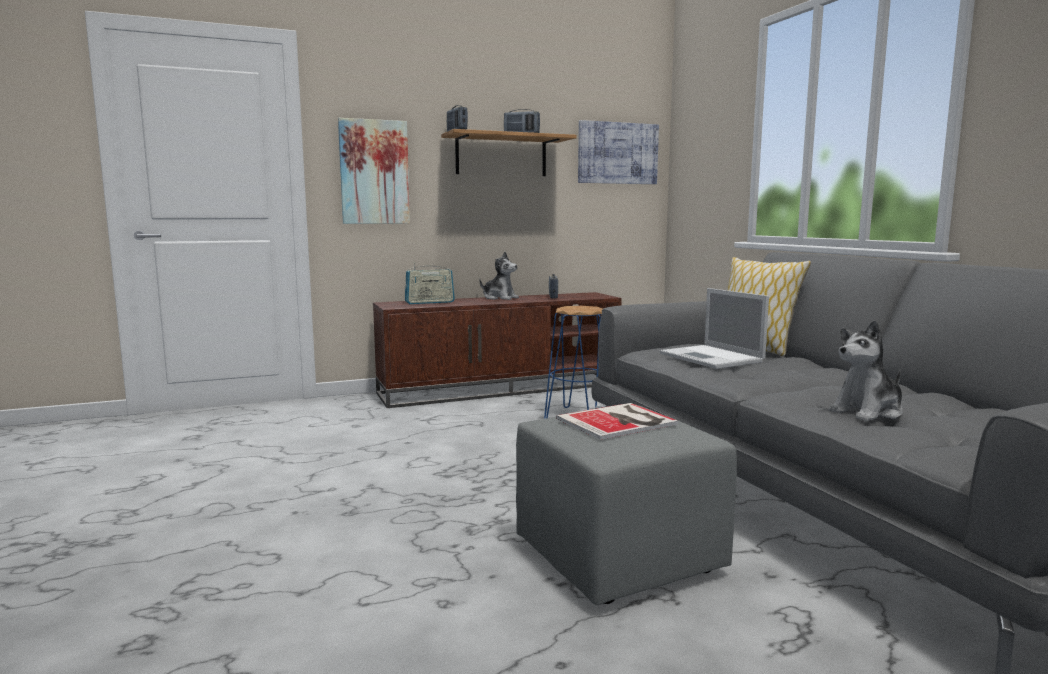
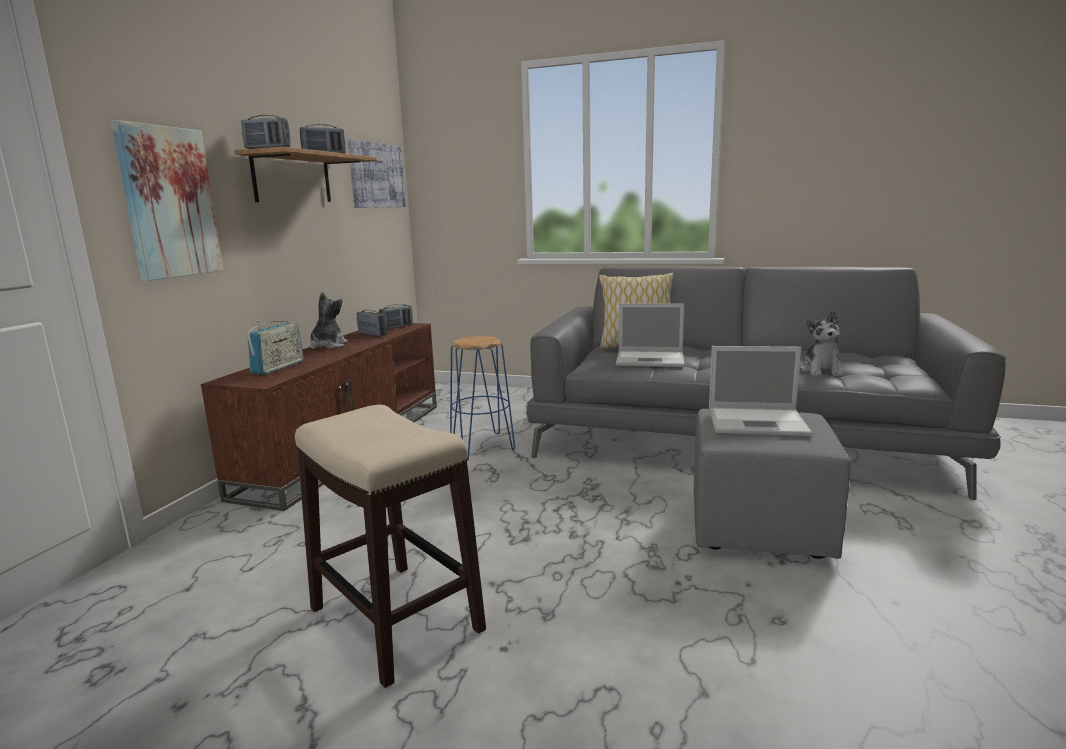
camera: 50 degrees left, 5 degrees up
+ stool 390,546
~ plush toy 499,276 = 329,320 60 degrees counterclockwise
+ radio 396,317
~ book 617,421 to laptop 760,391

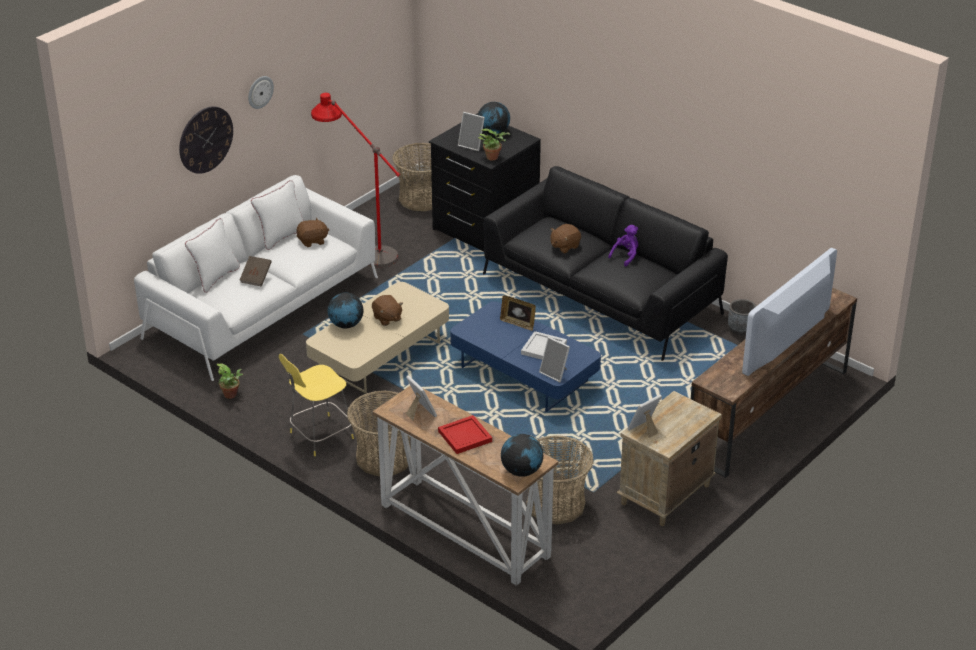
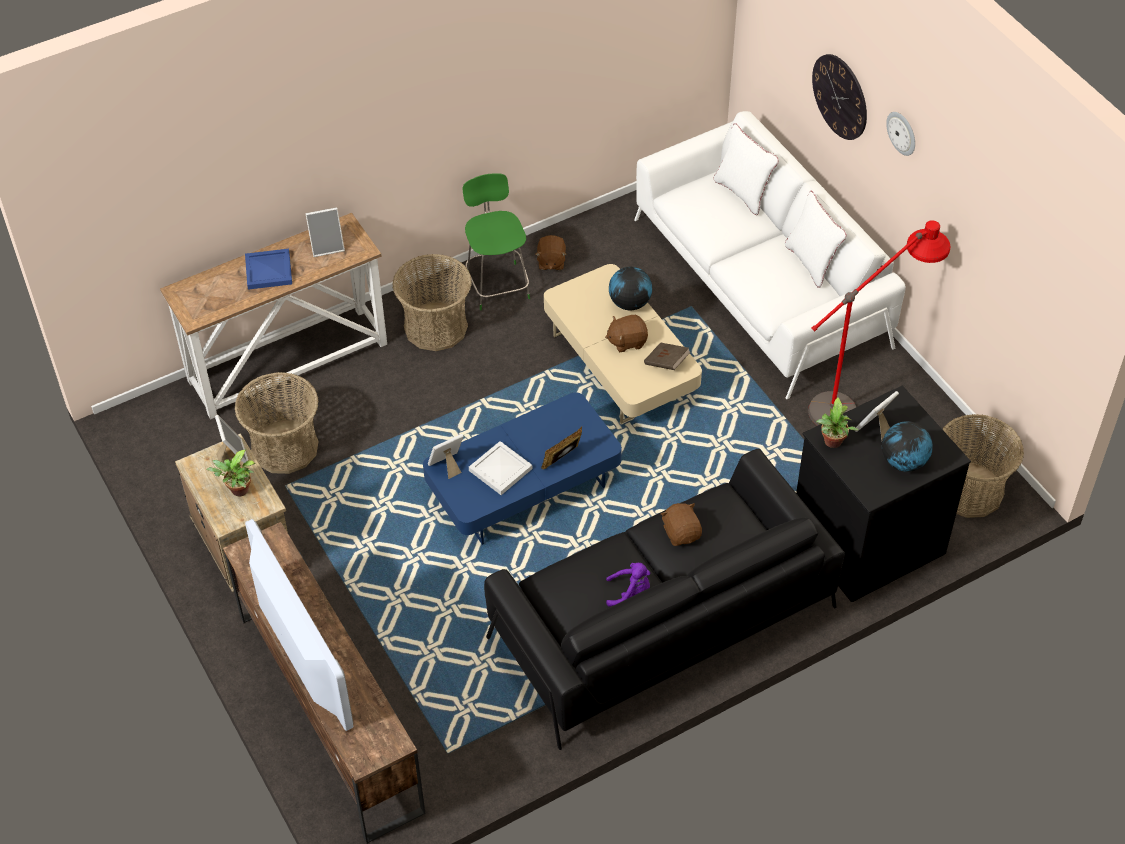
camera: 110 degrees right, 15 degrees up
~ potted plant 229,381 to 231,473
~ tray (red) 465,434 to tray (blue) 268,269
~ stool (yellow) 316,405 to stool (green) 496,241
~ plush toy (brown) 313,232 to 551,252
~ plush toy (purple) 623,246 = 628,585 60 degrees counterclockwise
~ book (brown) 256,271 to 667,356
- globe 522,455
- planter (grey) 742,317

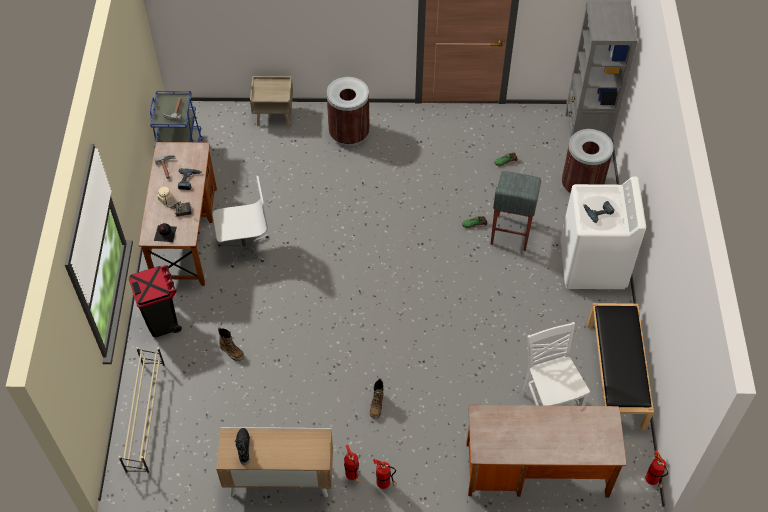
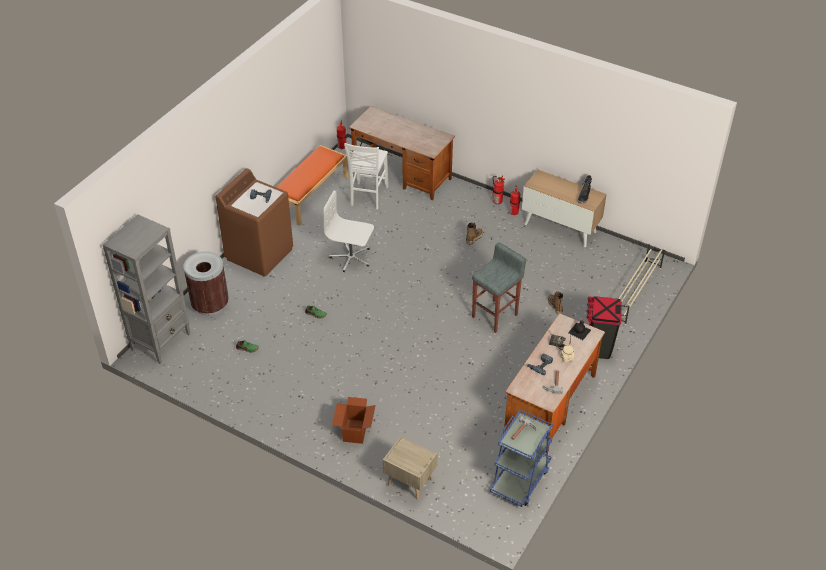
camera: 150 degrees left, 10 degrees down
~ washing machine (white) 603,233 to washing machine (brown) 254,222
~ bench (black) 620,366 to bench (orange) 312,185
~ office chair (white) 241,222 to 349,231
~ trash can (brown) 348,112 to cardboard box 354,420
~ stool (grey) 516,211 to 499,287

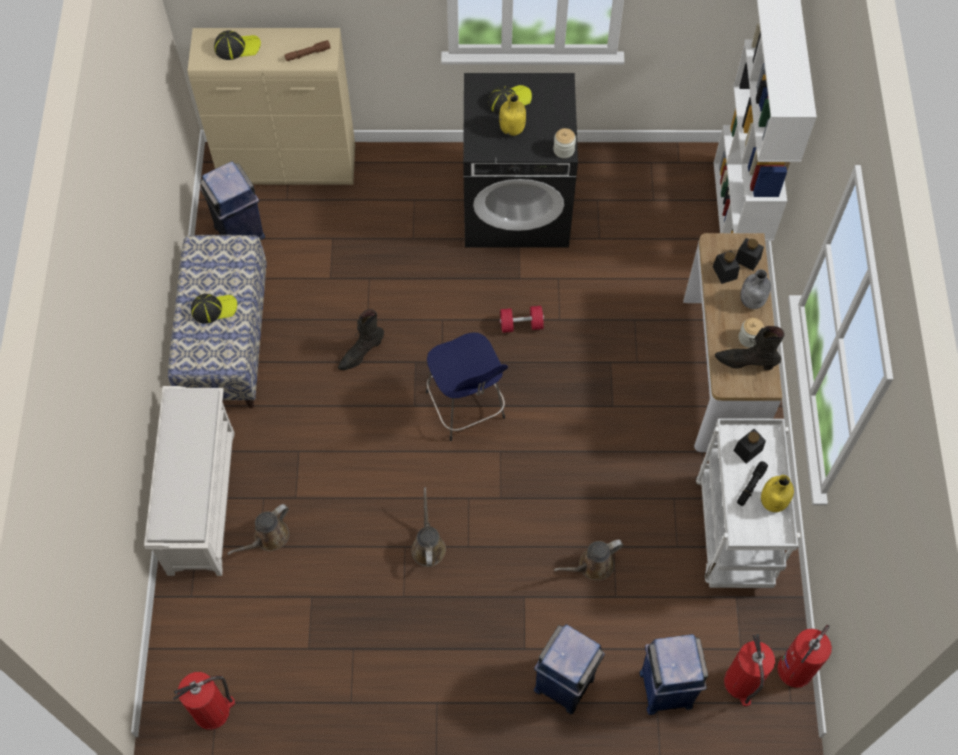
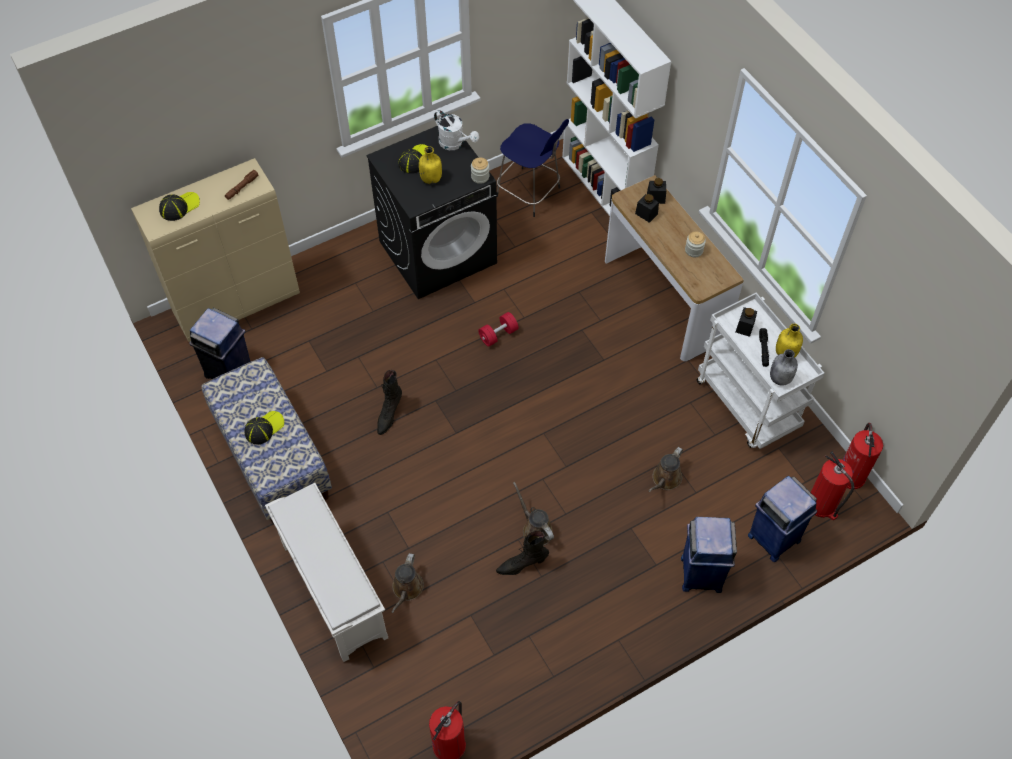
camera: 30 degrees left, 5 degrees down
+ watering can (white) 456,130
~ stool (blue) 467,386 to 532,168
~ boot (black) 749,348 to 522,552
~ bottle (grey) 755,289 to 784,367

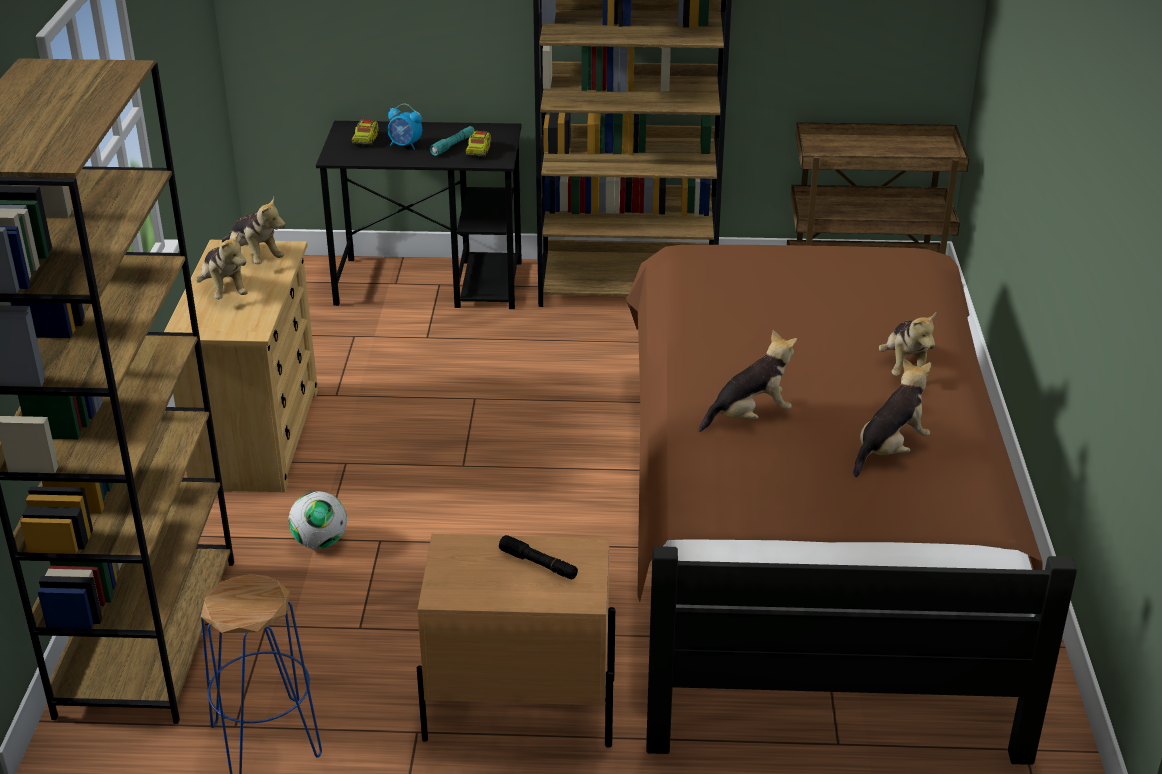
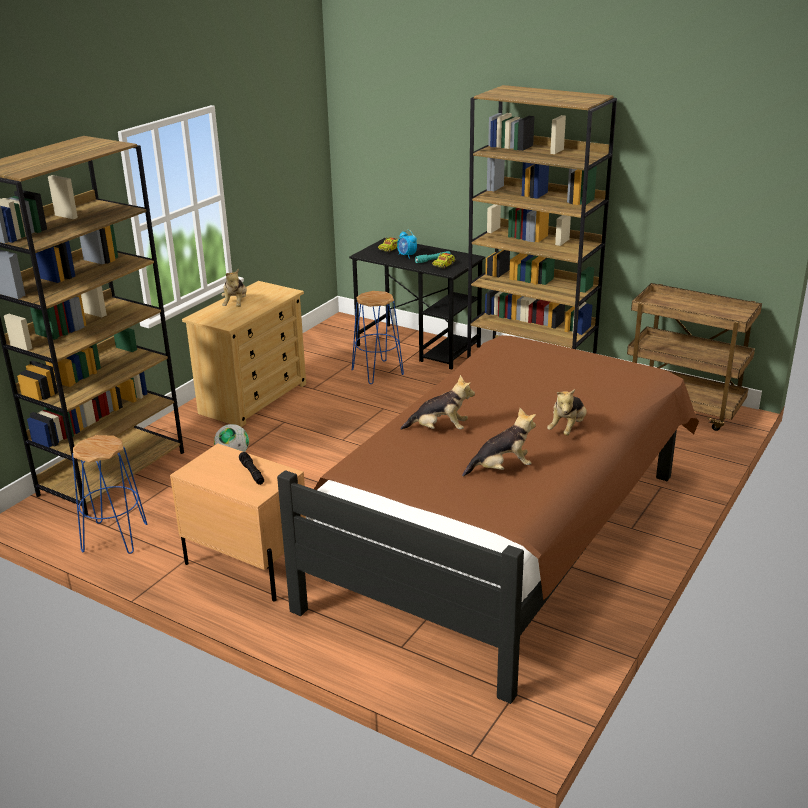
camera: 30 degrees right, 5 degrees down
+ stool (blue) 378,337
- plush toy 253,230

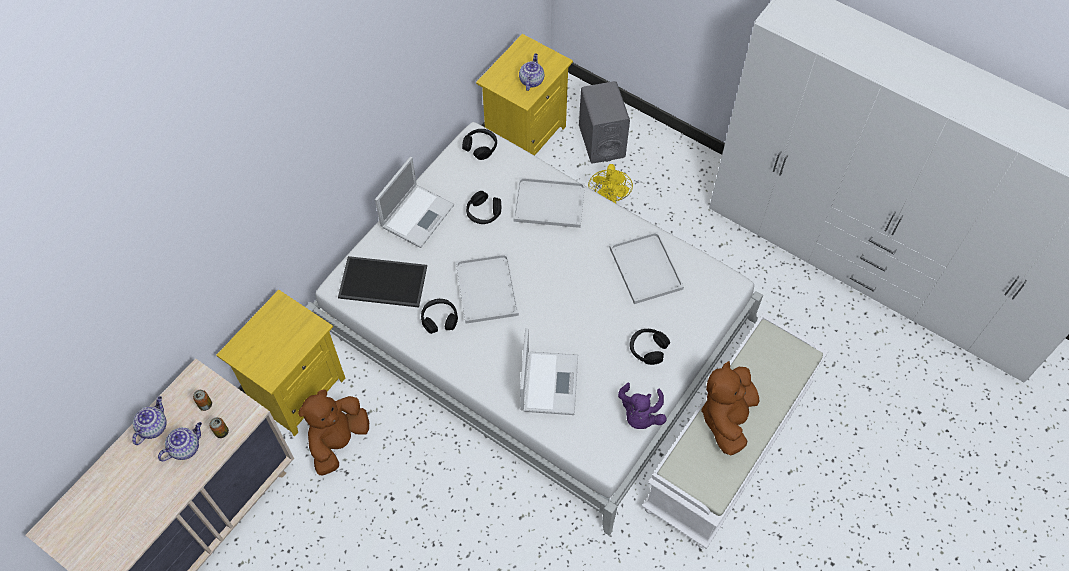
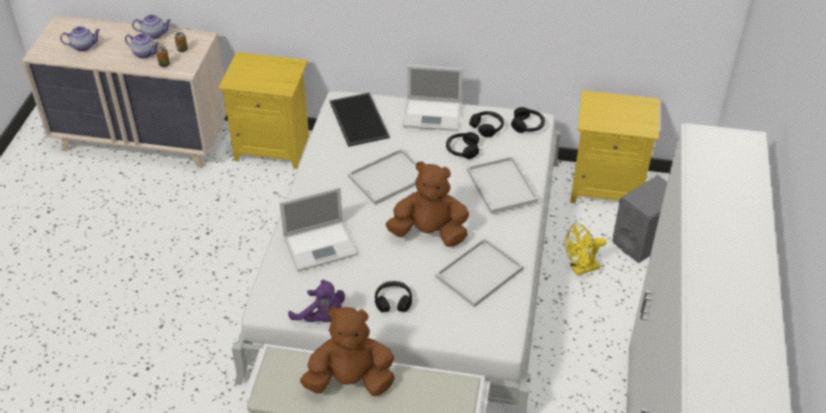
camera: 65 degrees right, 15 degrees down
~ teapot 531,72 to 80,38
~ plush toy (purple) 642,406 = 316,301 135 degrees counterclockwise
~ plush toy (brown) 333,432 to 427,204
~ headphones (black) 439,316 to 486,124

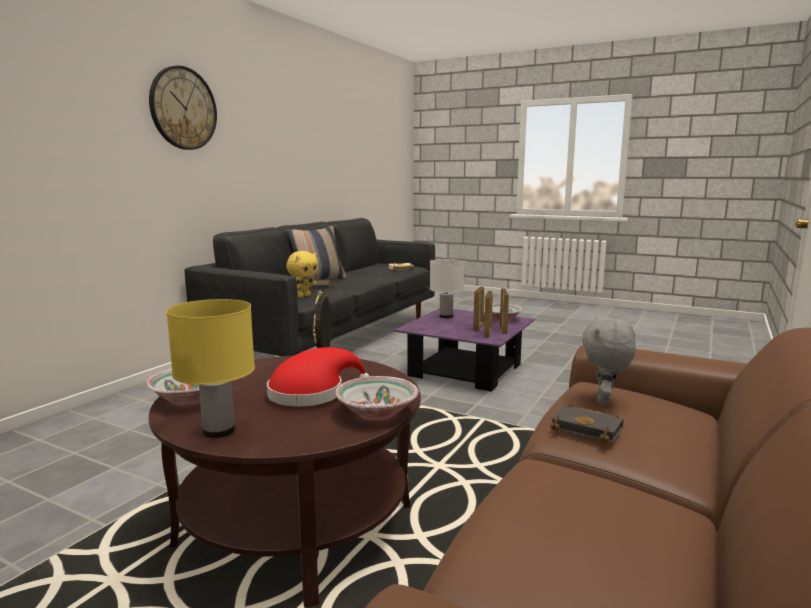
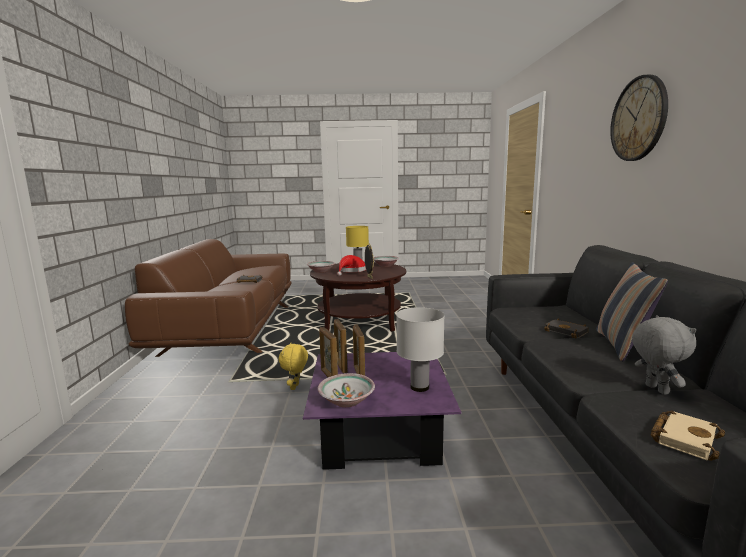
camera: 150 degrees right, 0 degrees up
~ plush toy (yellow) 302,274 to 293,366
~ plush toy (grey) 609,361 to 664,355

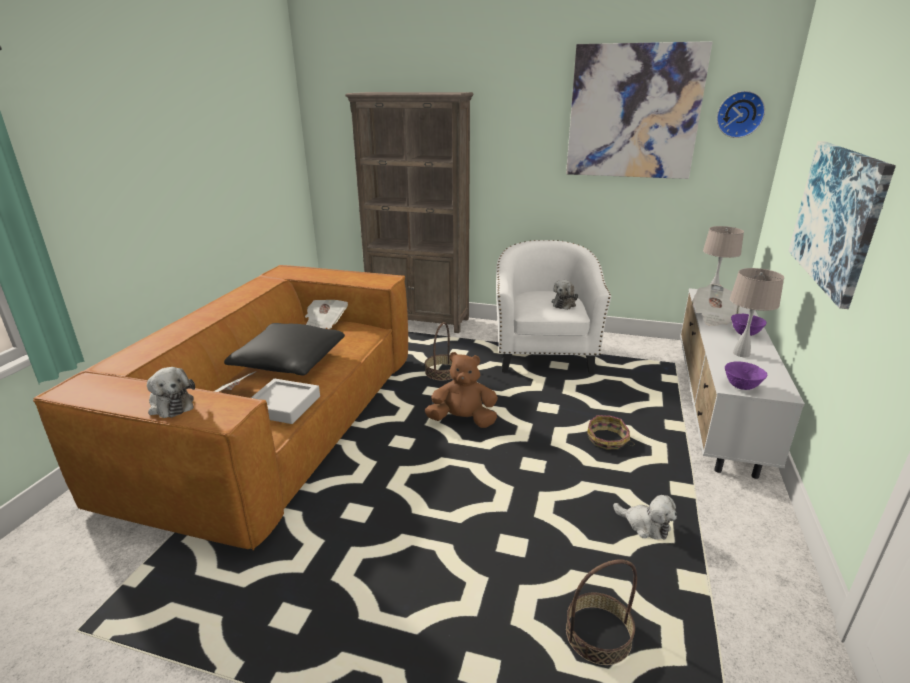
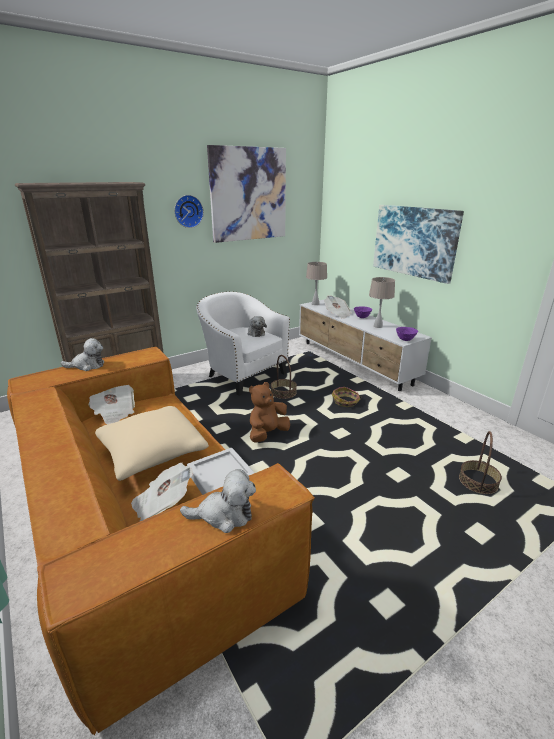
camera: 50 degrees left, 0 degrees up
~ plush toy 645,517 to 82,354
~ pillow (black) 284,349 to pillow (beige) 152,443
~ wall clock 741,114 to 189,211
~ basket 438,351 to 284,377

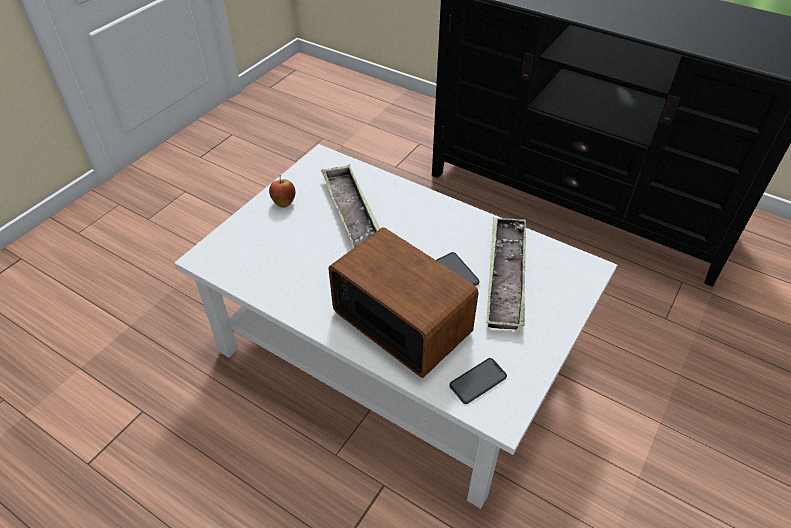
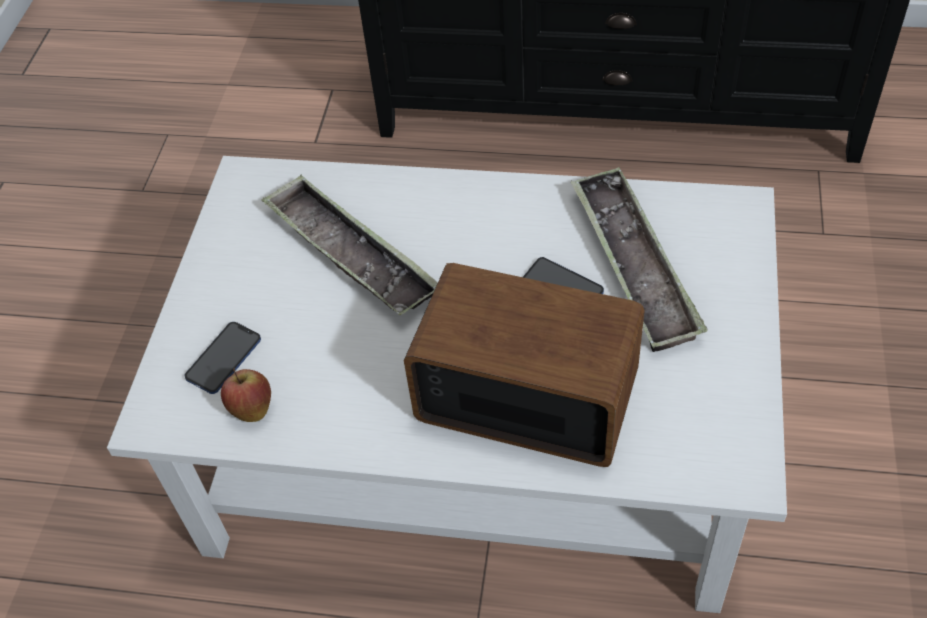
camera: 20 degrees left, 5 degrees up
~ phone 478,381 to 223,358
~ apple 282,191 to 246,395

